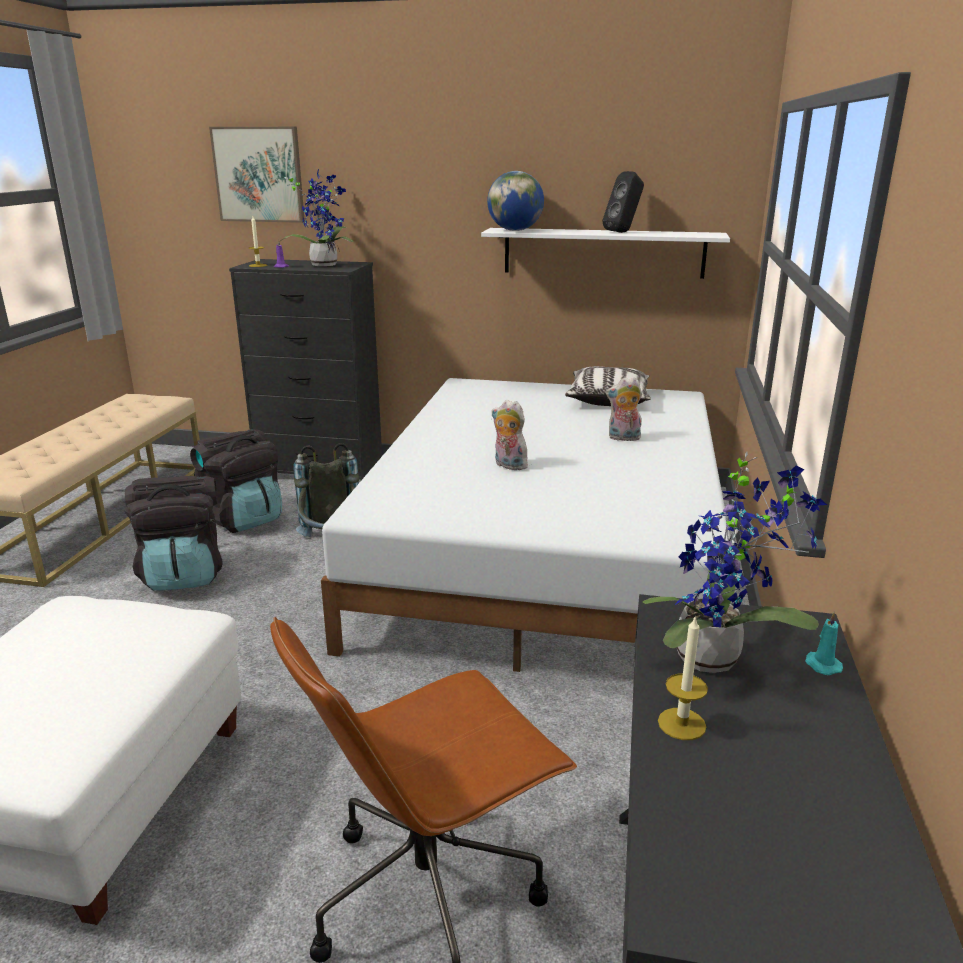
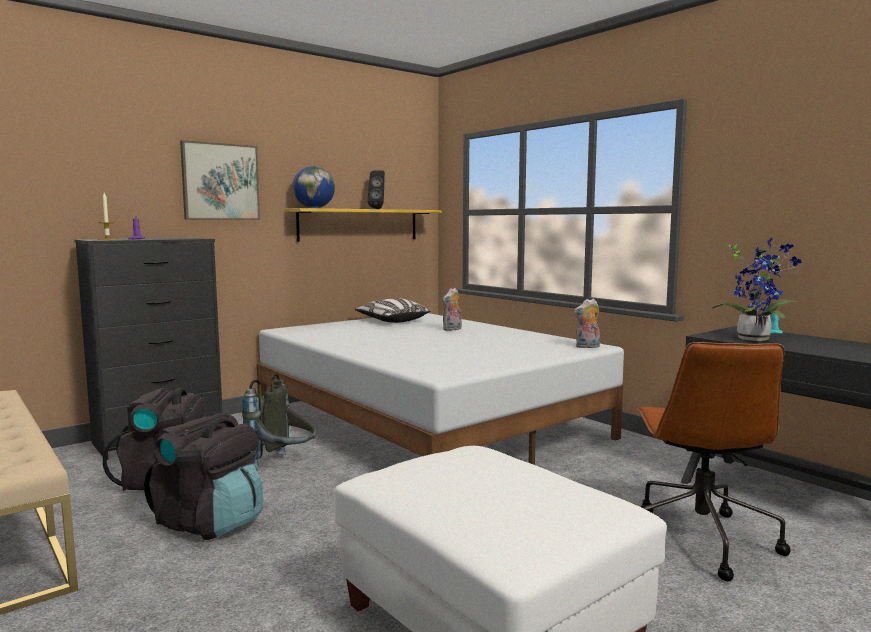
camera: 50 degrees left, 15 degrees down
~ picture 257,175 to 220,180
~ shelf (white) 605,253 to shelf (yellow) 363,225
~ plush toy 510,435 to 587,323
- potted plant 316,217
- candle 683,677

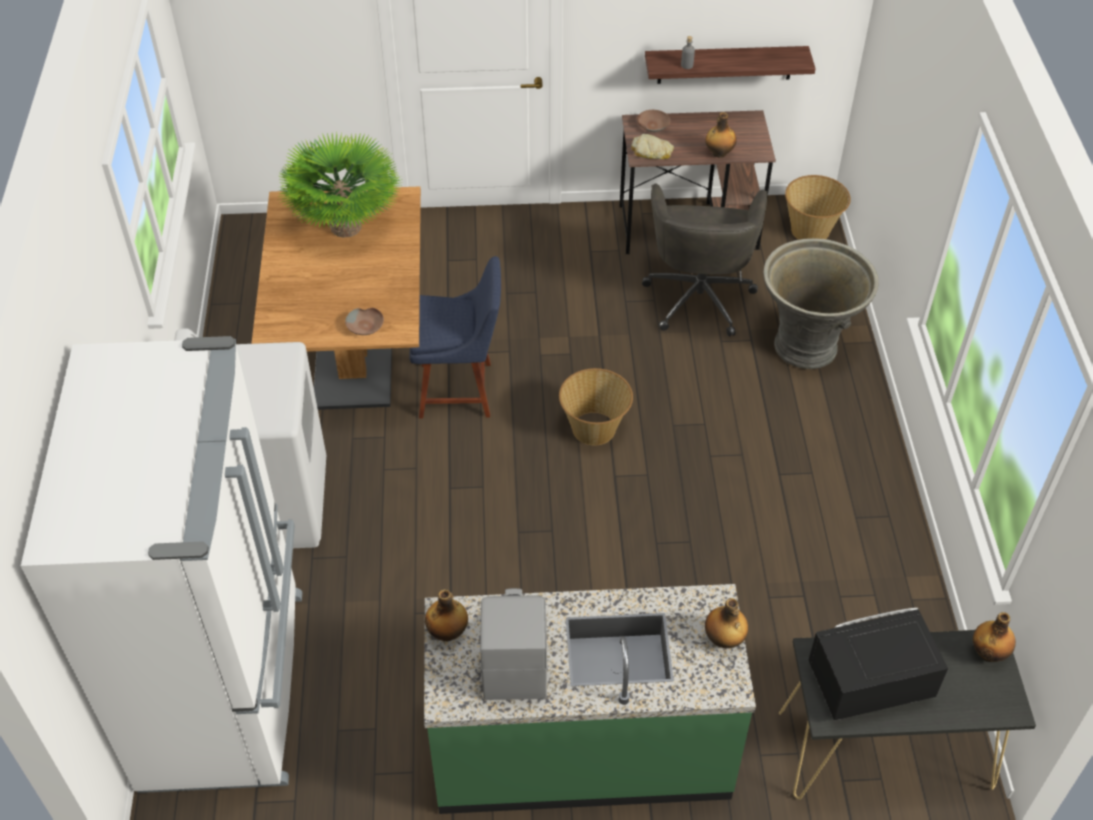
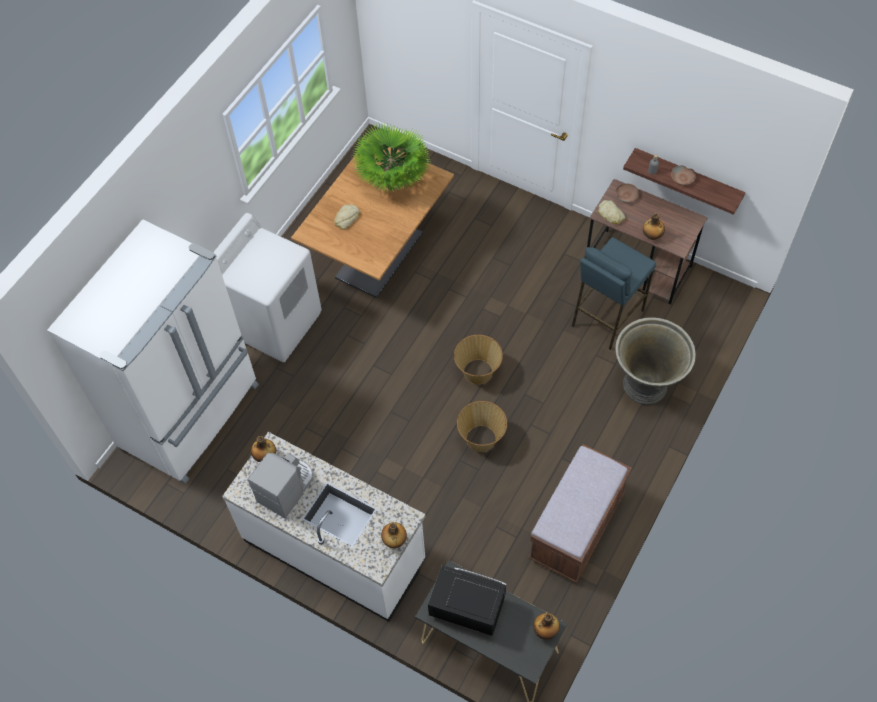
camera: 35 degrees right, 10 degrees up
~ counter (green) 590,699 to counter (white) 324,527
+ bread 347,217
~ basket 818,207 to 482,426
+ bench (brown) 580,513
~ office chair (grey) 704,259 to stool (blue) 614,293
~ bowl (brown) 364,321 to 683,175
- chair (blue) 455,337

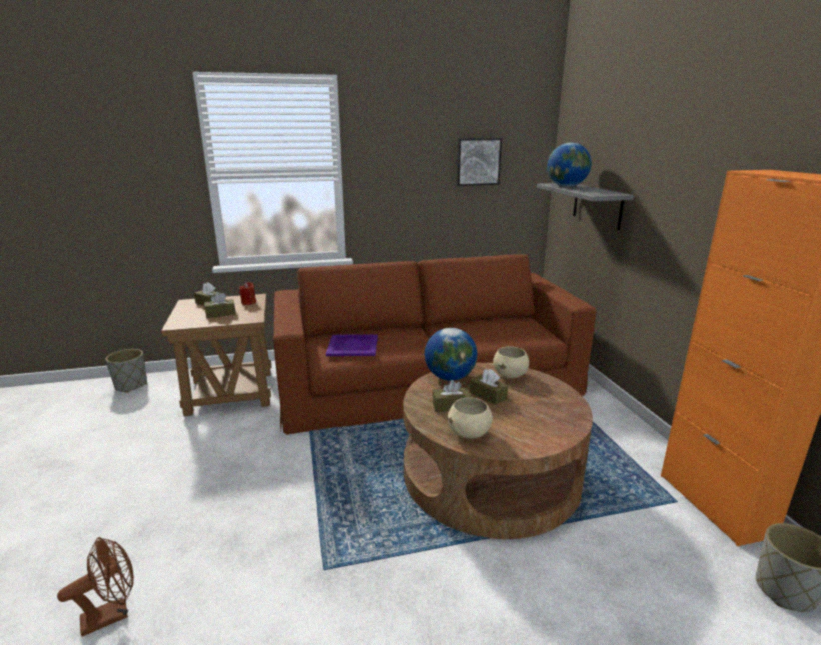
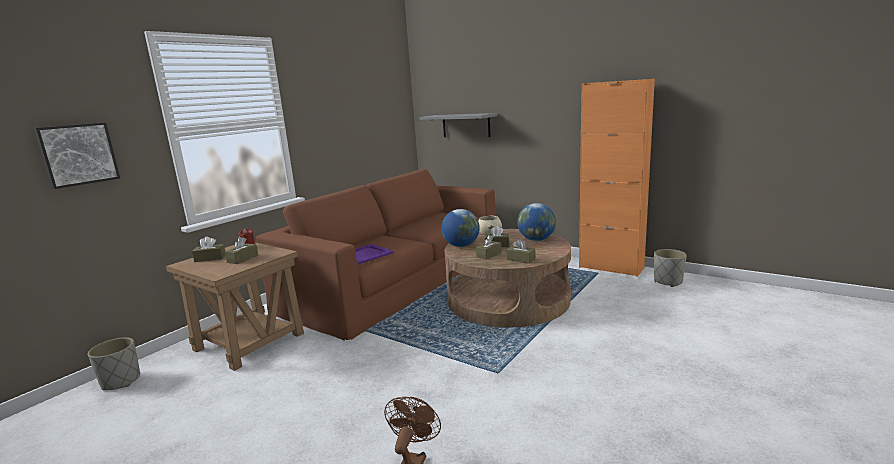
camera: 40 degrees left, 5 degrees down
~ picture 479,162 to 77,155
~ bowl (beige) 470,418 to tissue box (brown) 520,251
~ globe 569,165 to 536,222

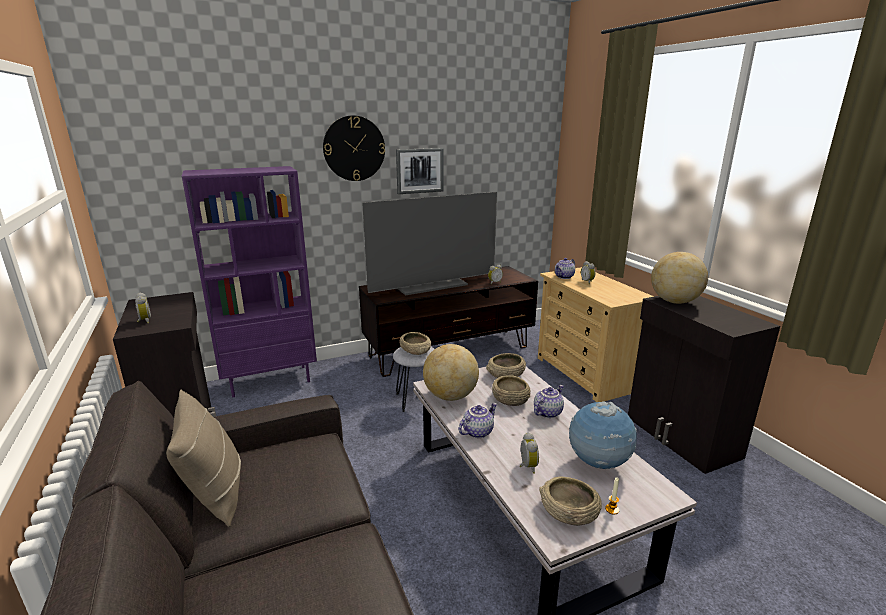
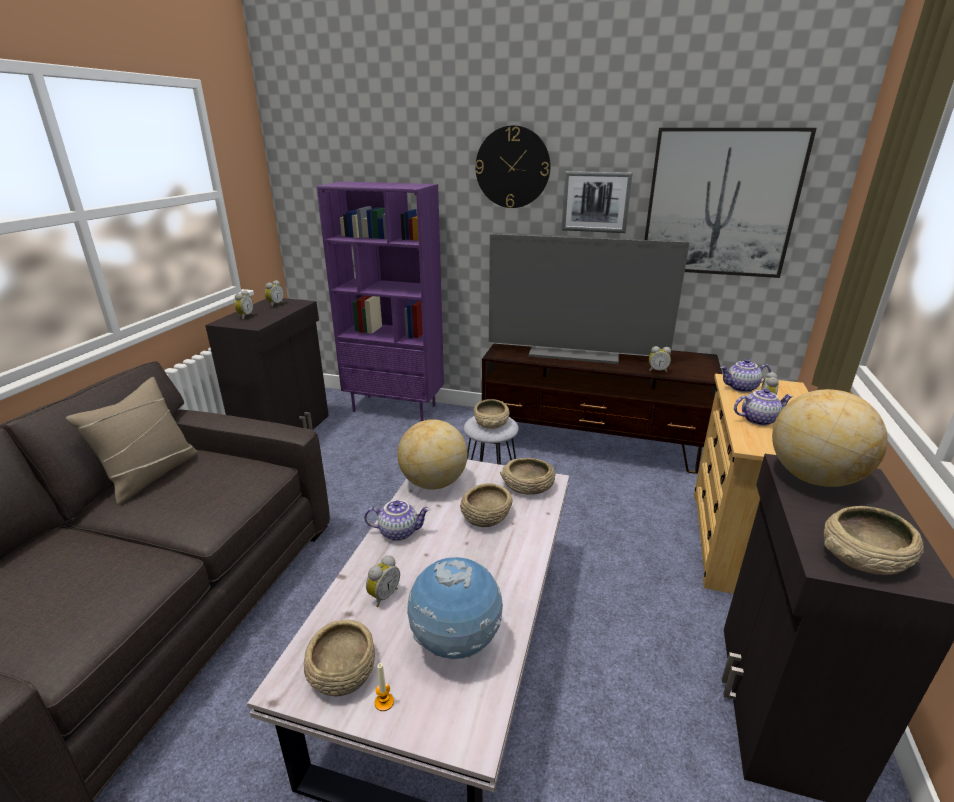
camera: 40 degrees right, 5 degrees up
+ alarm clock 274,293
+ picture 730,203
~ teapot 549,401 to 763,407
+ bowl (beige) 874,540

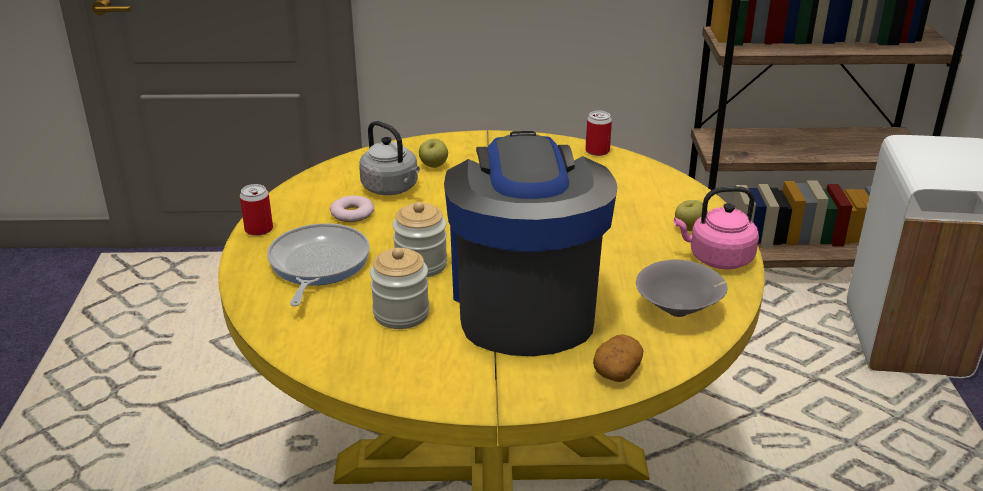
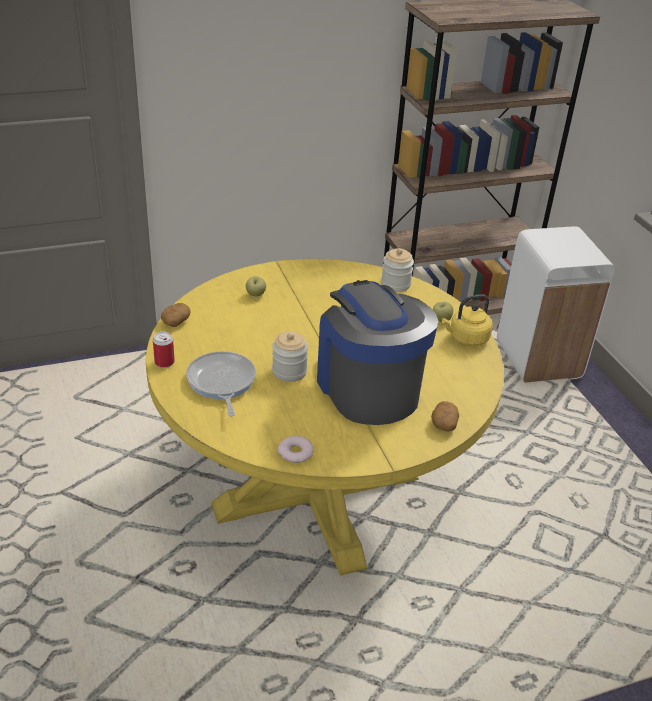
camera: 20 degrees left, 5 degrees up
+ potato 176,315
~ donut 352,209 to 296,449
~ jar 399,288 to 397,270
~ kettle (pink) 716,227 to kettle (yellow) 467,320
- kettle (grey) 389,158
- can 598,133
- bowl (grey) 682,288

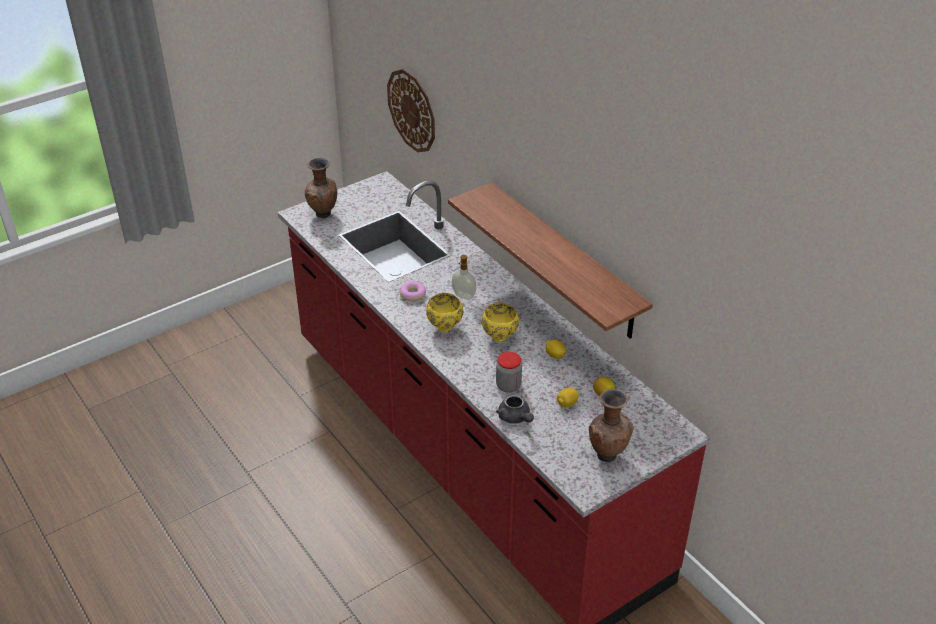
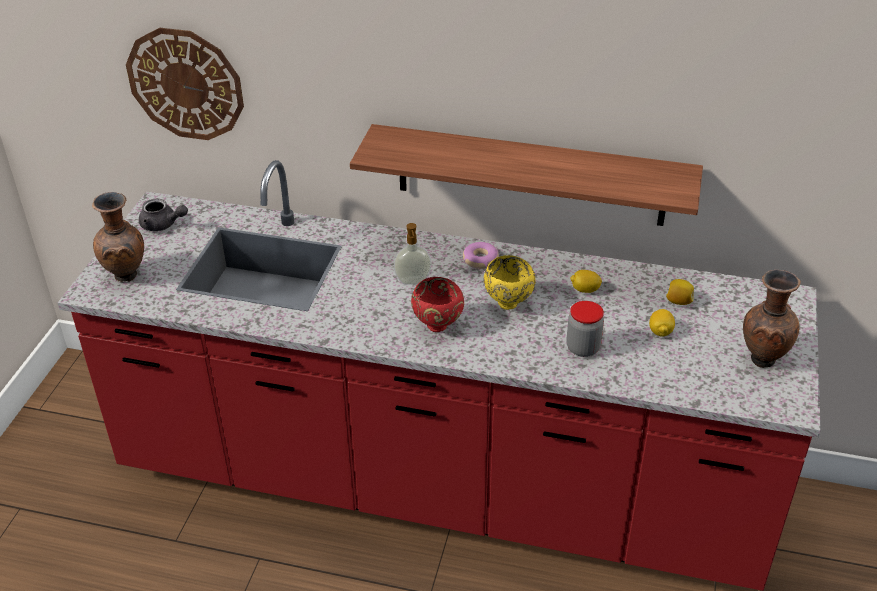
camera: 40 degrees left, 0 degrees up
~ teapot (grey) 515,409 to 163,215
~ bowl (yellow) 444,312 to bowl (red) 437,304
~ donut 413,291 to 481,255

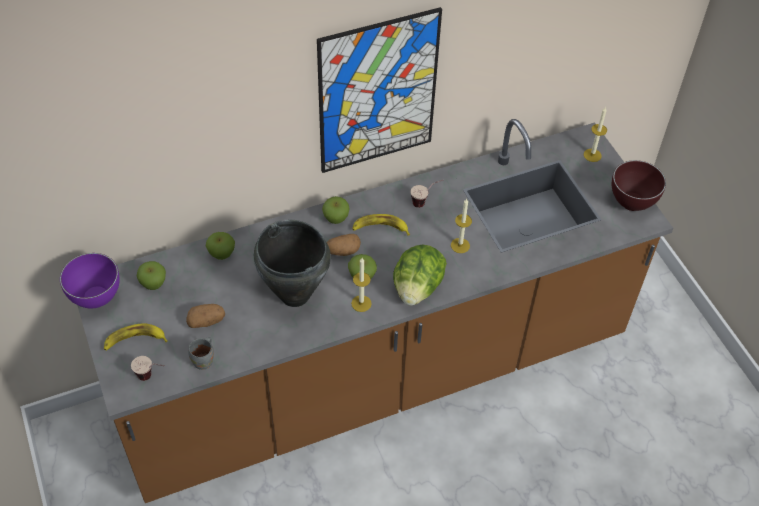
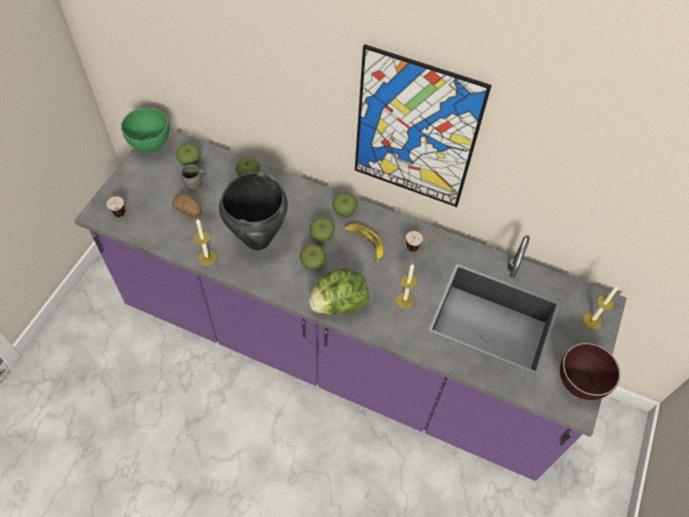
camera: 45 degrees right, 5 degrees up
~ counter (brown) 375,311 to counter (purple) 350,305
~ bowl (purple) 90,280 to bowl (green) 145,130
~ mug (grey) 201,353 to 193,178
~ candle 361,285 to 205,242
~ potato 344,245 to apple 322,230
- banana 136,337

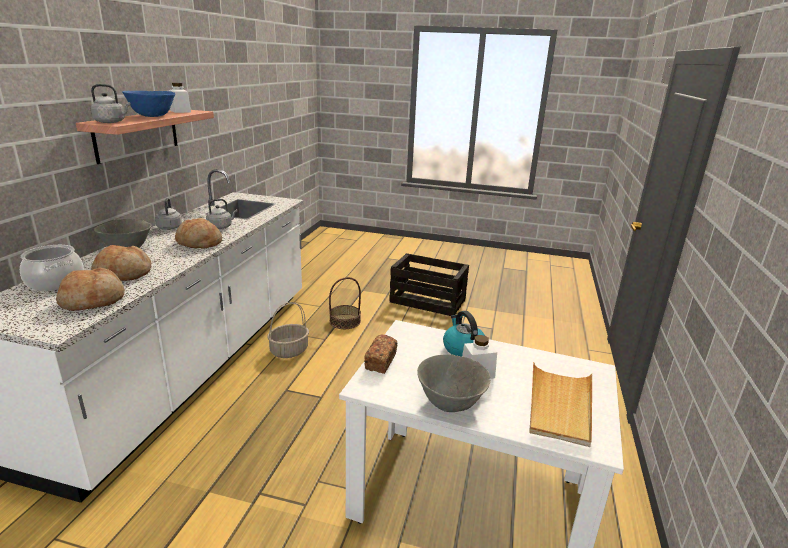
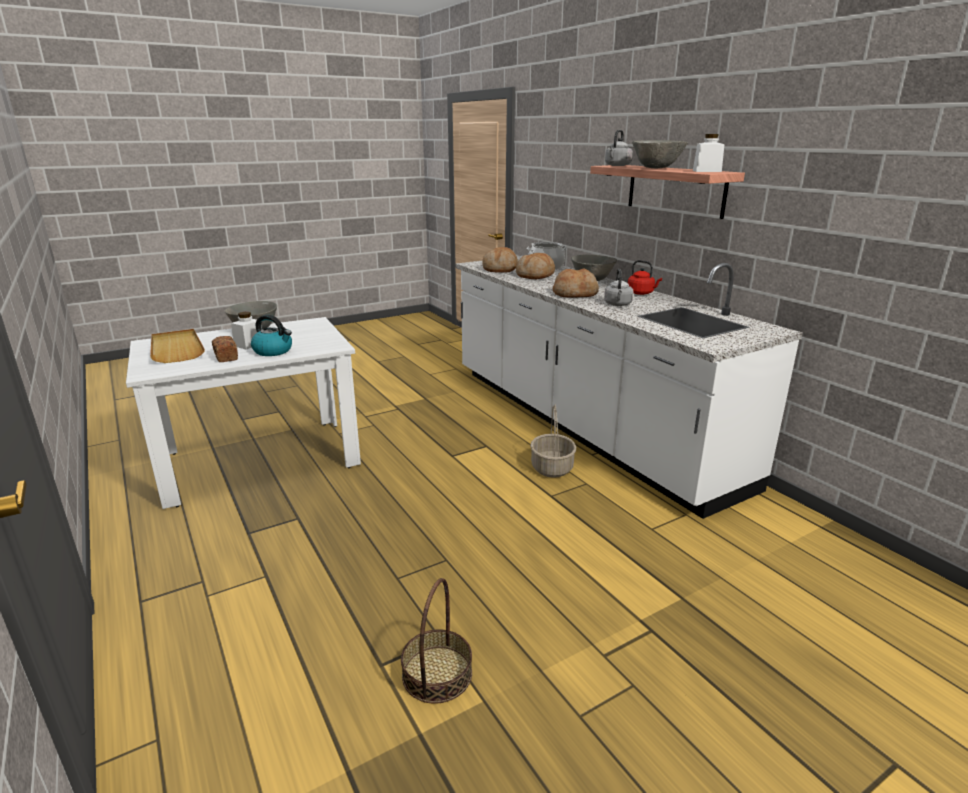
camera: 135 degrees right, 0 degrees up
~ bread 380,353 to 225,349
~ basket 345,303 to 436,640
~ kettle (grey) 168,214 to kettle (red) 645,277
~ bowl (blue) 148,104 to bowl (grey) 660,154
- crate 429,284

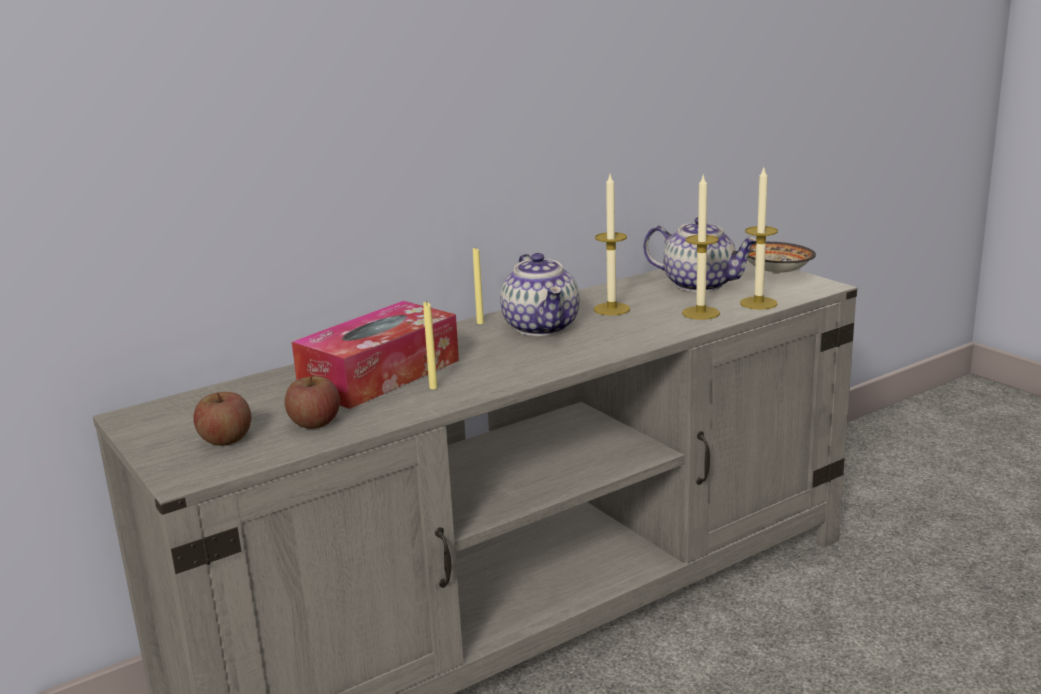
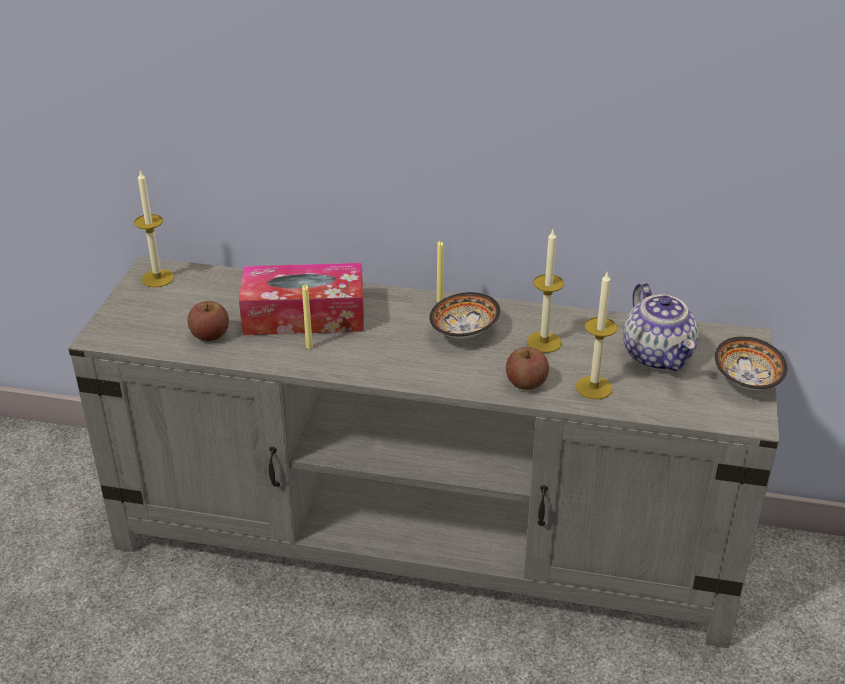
camera: 45 degrees right, 15 degrees up
~ candle 759,239 to 154,229
~ teapot 539,294 to bowl 464,315
~ apple 222,419 to 527,368

